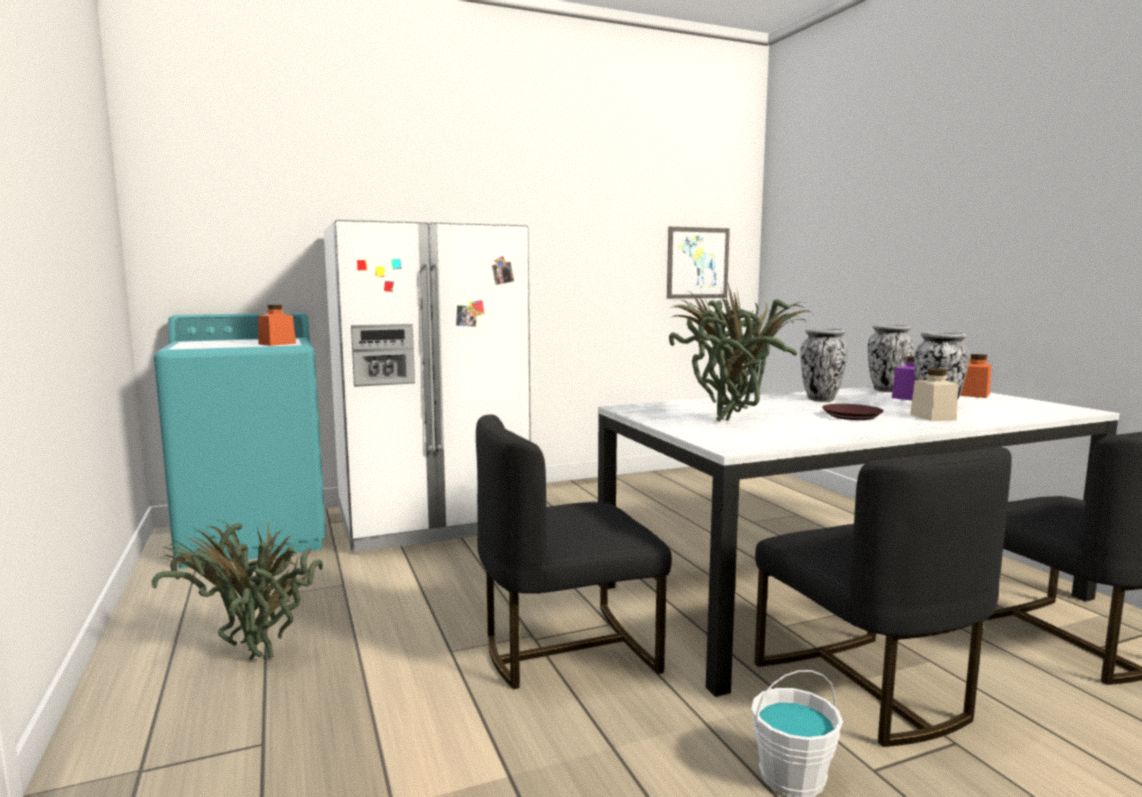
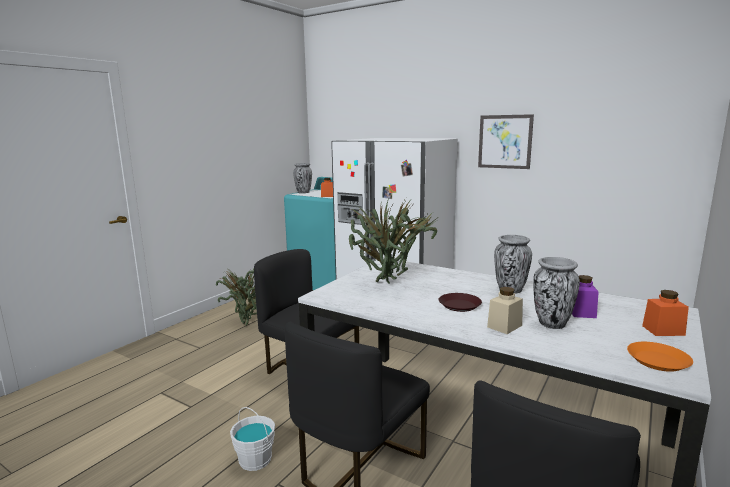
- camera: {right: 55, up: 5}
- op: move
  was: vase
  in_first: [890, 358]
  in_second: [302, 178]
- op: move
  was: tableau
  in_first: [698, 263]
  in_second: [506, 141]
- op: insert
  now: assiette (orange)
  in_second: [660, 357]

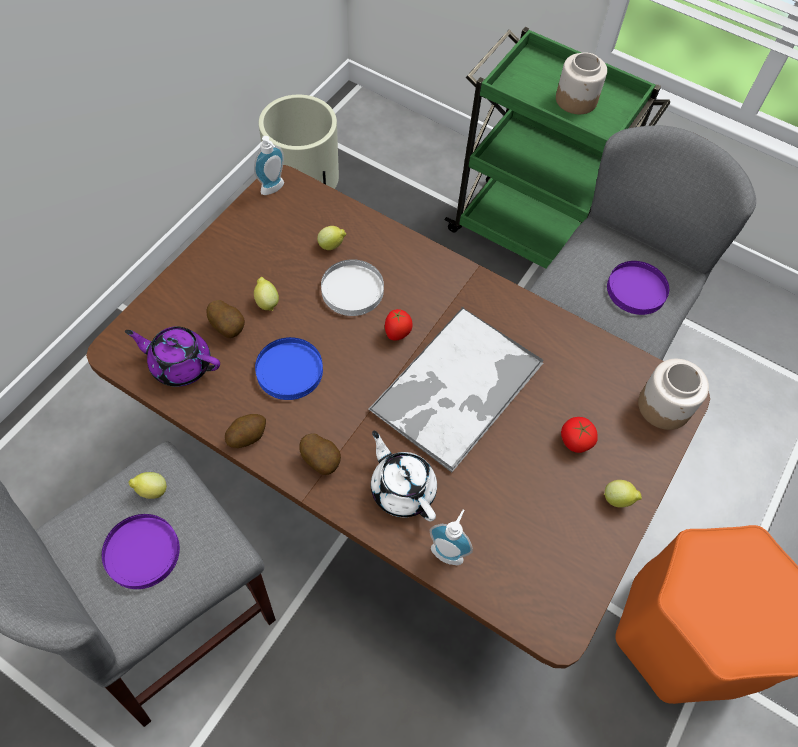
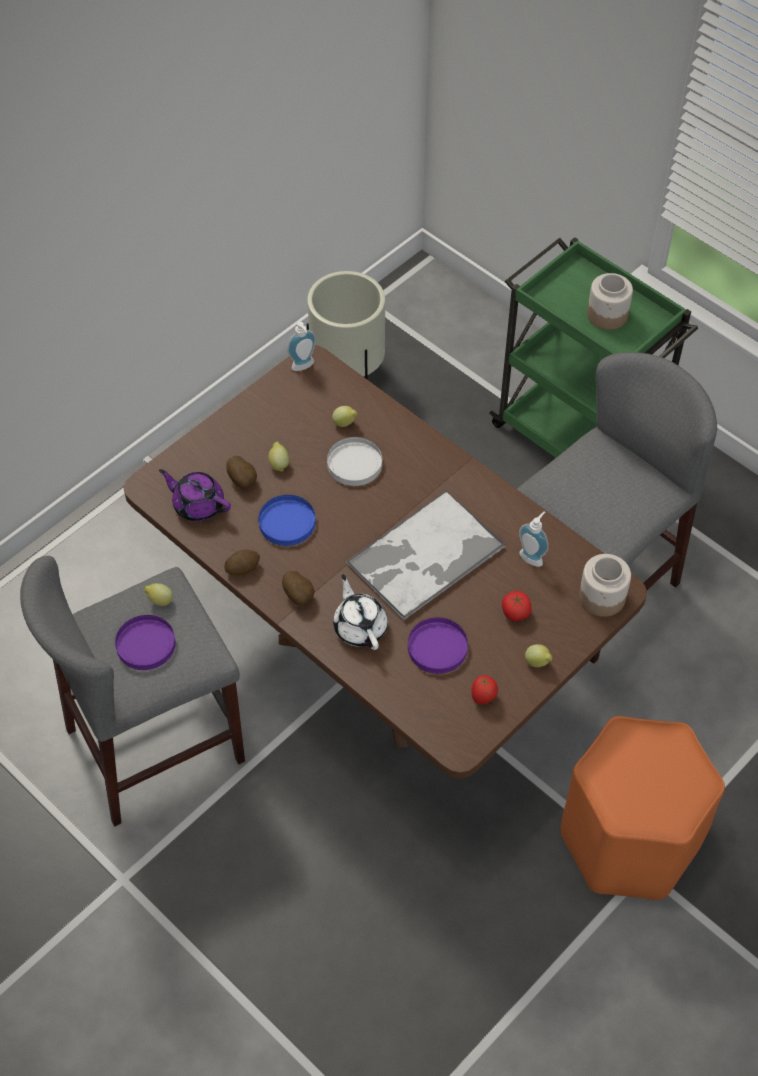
- camera: {right: 15, up: -5}
- op: move
  was: assiette (violet)
  in_first: [638, 288]
  in_second: [438, 645]
- op: move
  was: tomate
  in_first: [399, 324]
  in_second: [484, 689]
- op: move
  was: distributeur de savon
  in_first: [451, 537]
  in_second: [534, 539]

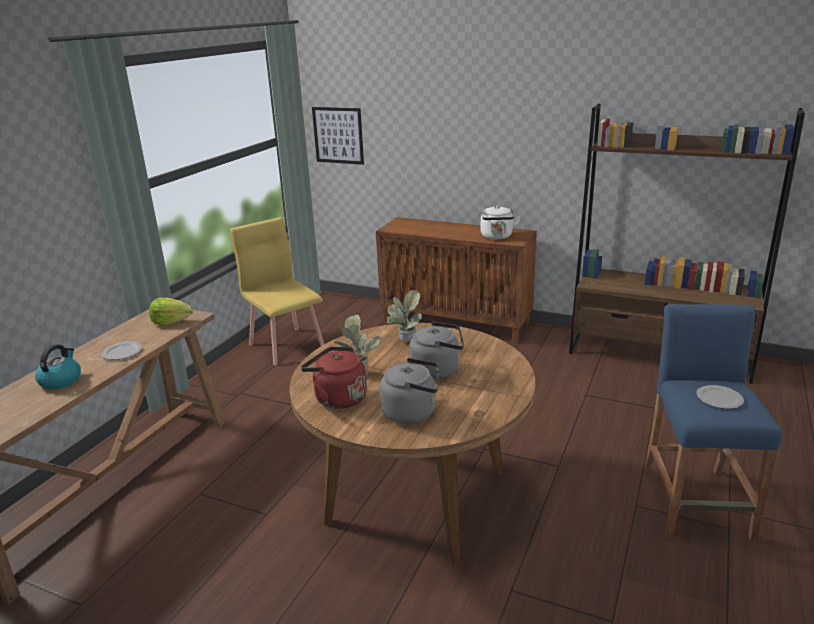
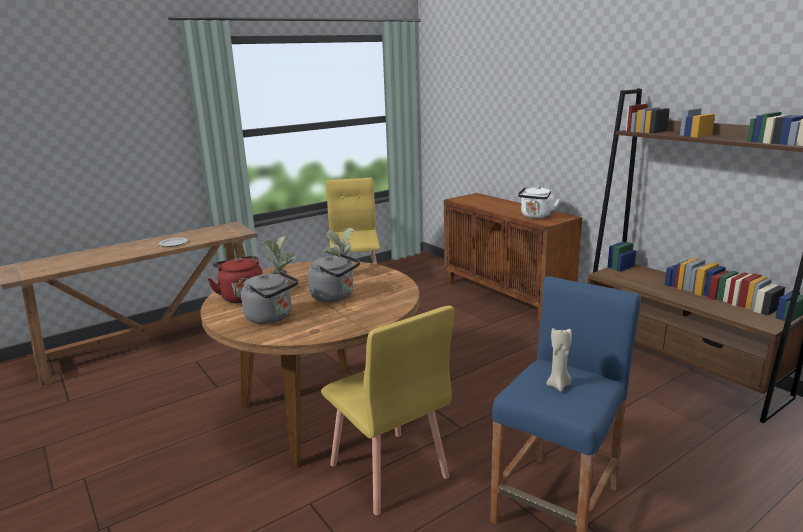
- camera: {right: 30, up: -5}
- op: insert
  now: chaise (jaune)
  in_second: [387, 410]
- op: replace
  was: assiette
  now: bougie (beige)
  in_first: [720, 397]
  in_second: [559, 360]
- op: delete
  was: bouilloire
  in_first: [58, 367]
- op: delete
  was: laitue
  in_first: [171, 311]
- op: delete
  was: tableau
  in_first: [338, 136]

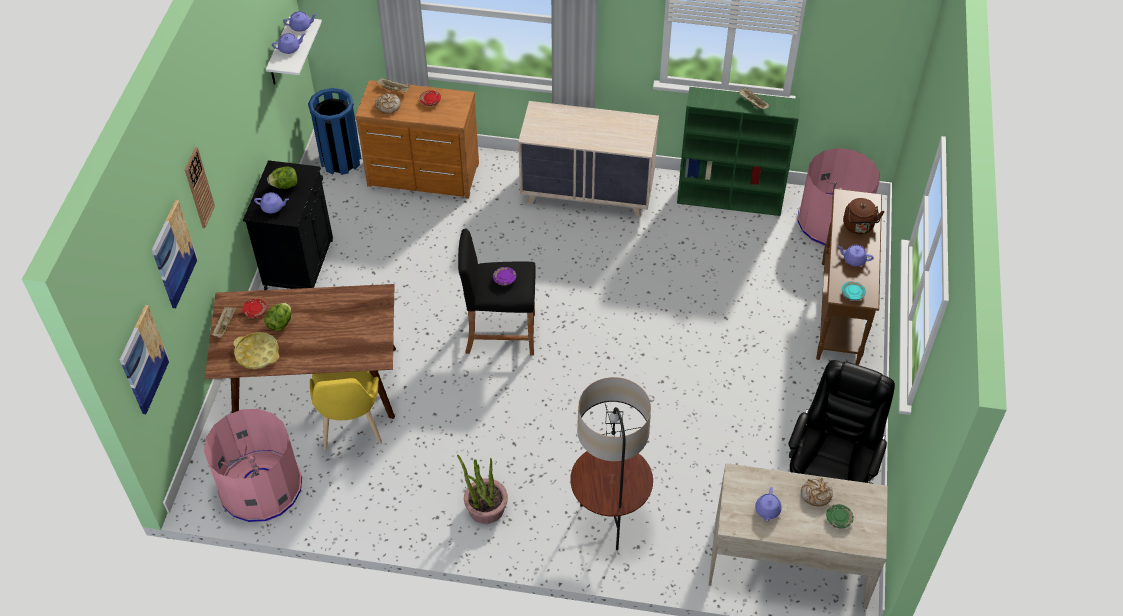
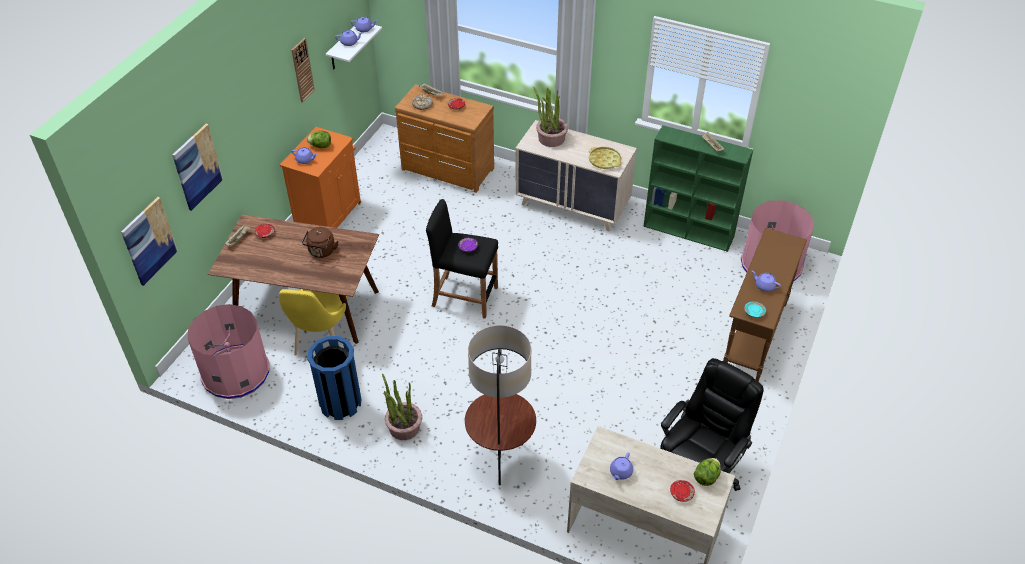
- camera: {right: 15, up: -5}
- op: recolor
  was: meuble de rangement (noir)
  now: meuble de rangement (orange)
  in_first: [288, 225]
  in_second: [320, 177]
- op: move
  was: horloge murale
  in_first: [200, 187]
  in_second: [303, 70]
- op: move
  was: bouilloire (marron)
  in_first: [863, 216]
  in_second: [320, 242]
- op: move
  was: poubelle (bleu)
  in_first: [334, 131]
  in_second: [334, 378]
- op: insert
  now: plante en pot
  in_second: [551, 117]
- op: move
  was: plateau (jaune)
  in_first: [256, 350]
  in_second: [605, 158]
- op: recolor
  was: assiette (vert)
  now: assiette (rouge)
  in_first: [839, 516]
  in_second: [682, 491]
- op: move
  was: laitue
  in_first: [277, 317]
  in_second: [707, 472]
- op: delete
  was: pain
  in_first: [817, 492]

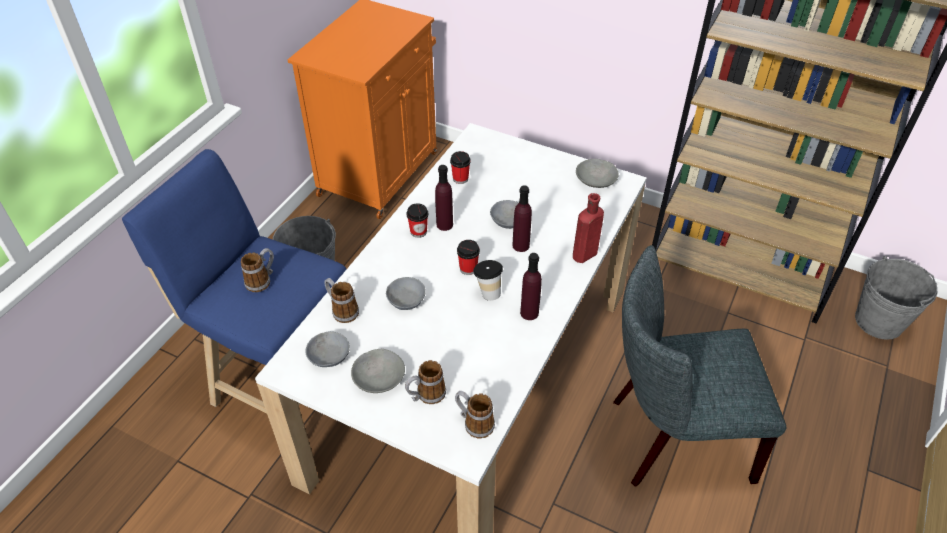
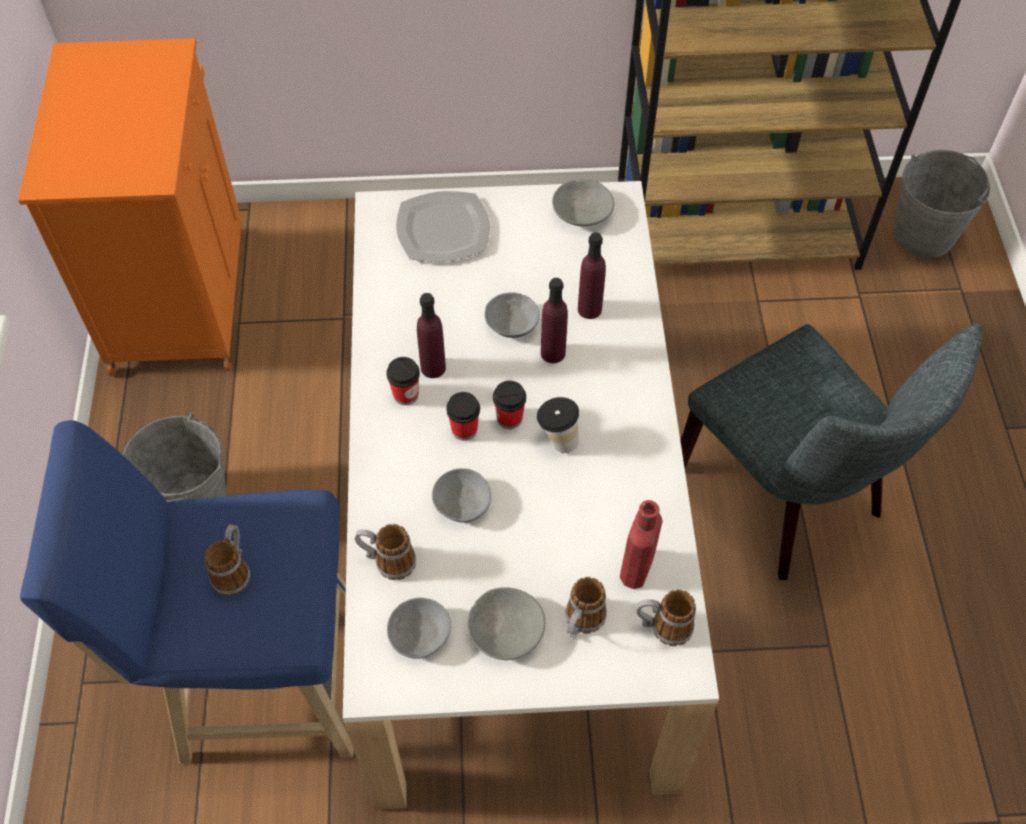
- camera: {right: -30, up: 10}
- op: insert
  now: assiette
  in_second: [443, 226]
- op: move
  was: tasse
  in_first: [460, 167]
  in_second: [463, 416]
- op: move
  was: bouteille (violet)
  in_first: [531, 286]
  in_second: [592, 275]
- op: move
  was: bouteille (rouge)
  in_first: [588, 228]
  in_second: [641, 544]
- op: rotate
  was: chaise (gris)
  in_first: [699, 366]
  in_second: [831, 451]
  clockwise: -90

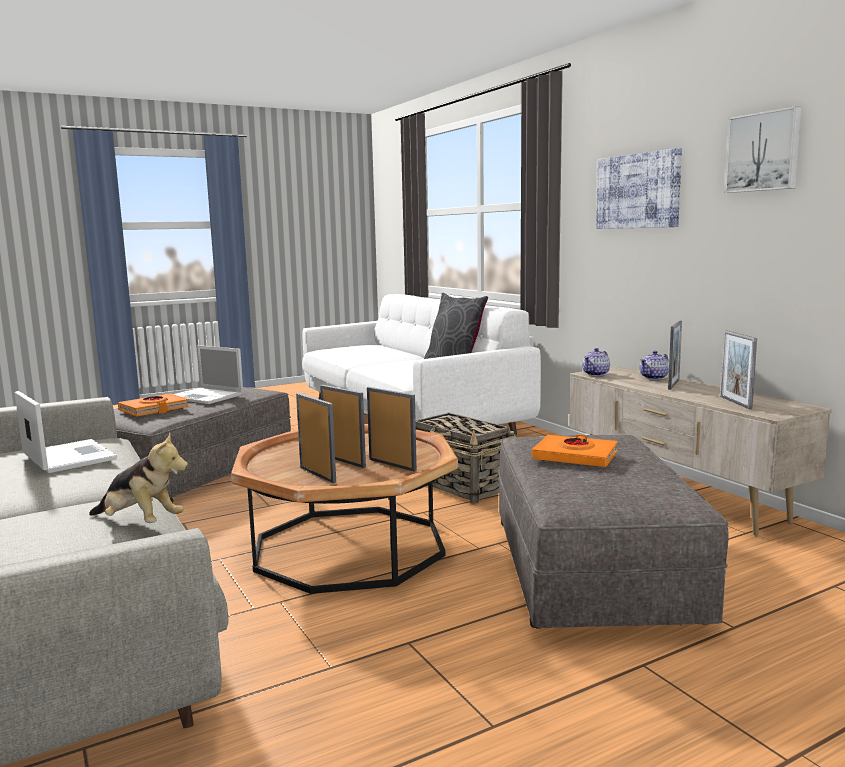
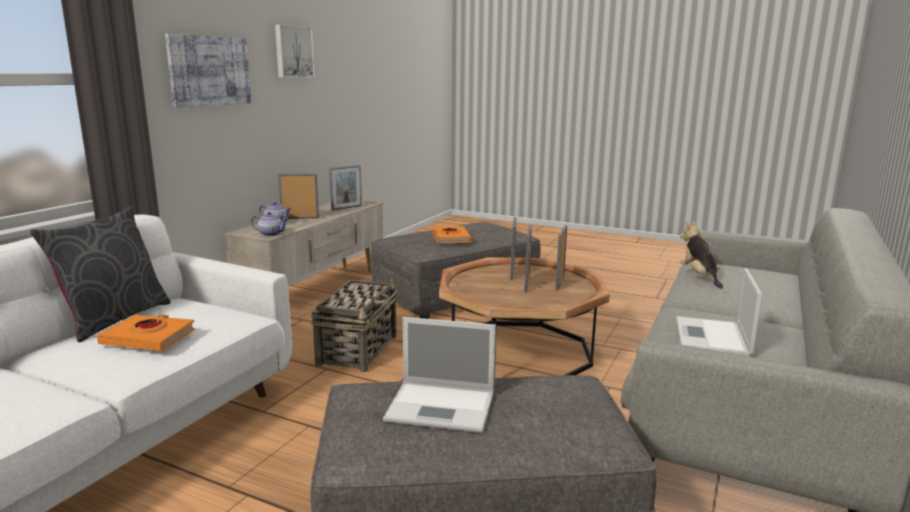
- camera: {right: -125, up: 5}
- op: move
  was: livre (orange)
  in_first: [153, 405]
  in_second: [146, 332]
- op: rotate
  was: ordinateur portable
  in_first: [208, 374]
  in_second: [439, 375]
  clockwise: 105

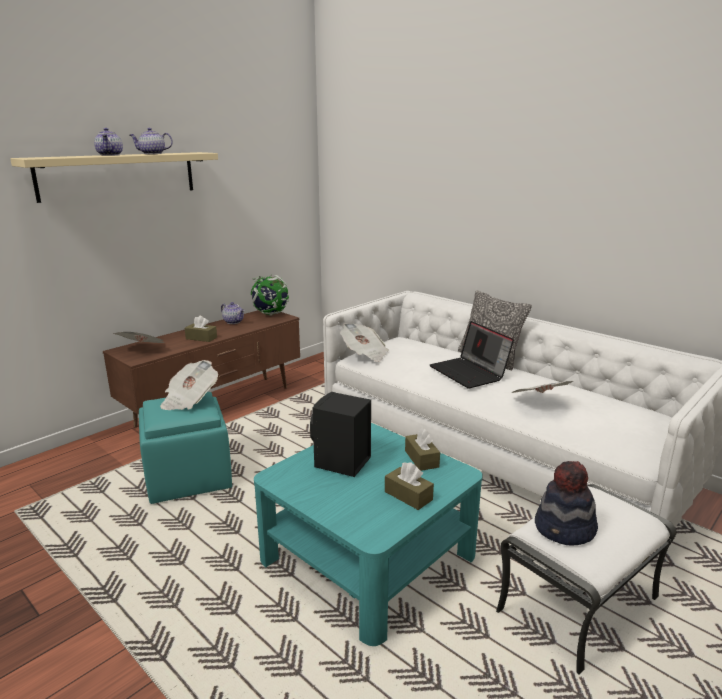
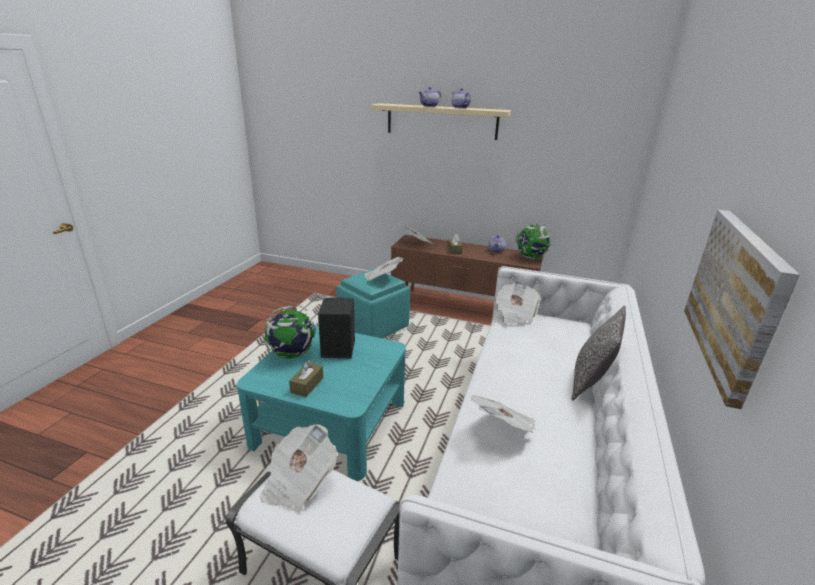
- camera: {right: 65, up: 5}
- op: replace
  was: chapeau
  now: journal
  in_first: [566, 503]
  in_second: [298, 466]
- op: insert
  now: globe
  in_second: [289, 332]
- op: insert
  now: tableau
  in_second: [742, 309]
- op: delete
  was: boîte à mouchoirs (marron)
  in_first: [422, 449]
- op: delete
  was: ordinateur portable
  in_first: [472, 355]

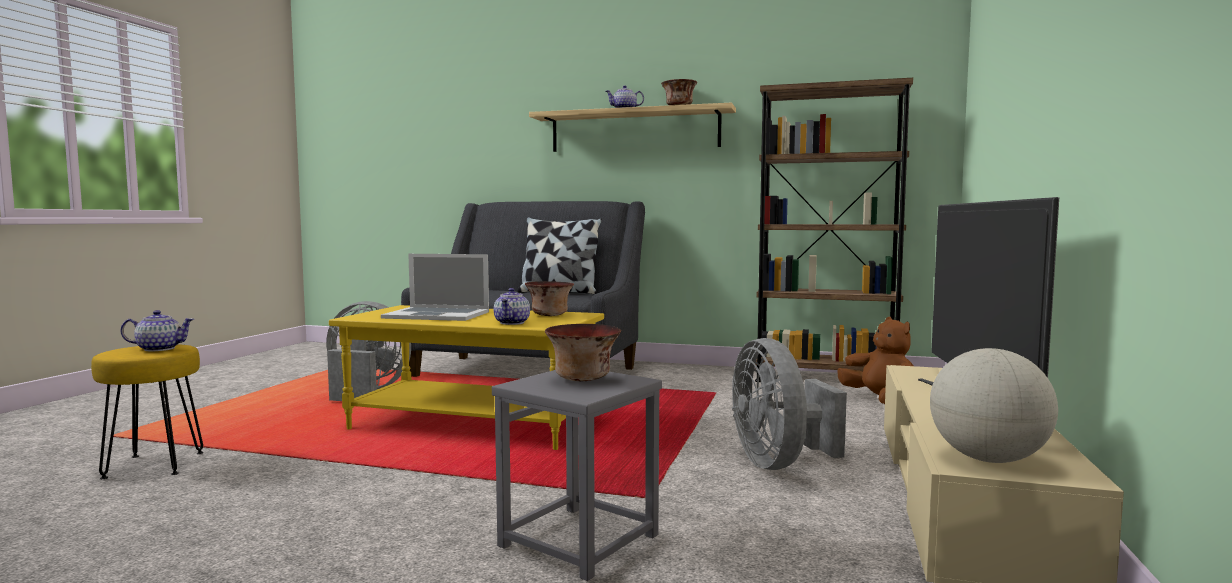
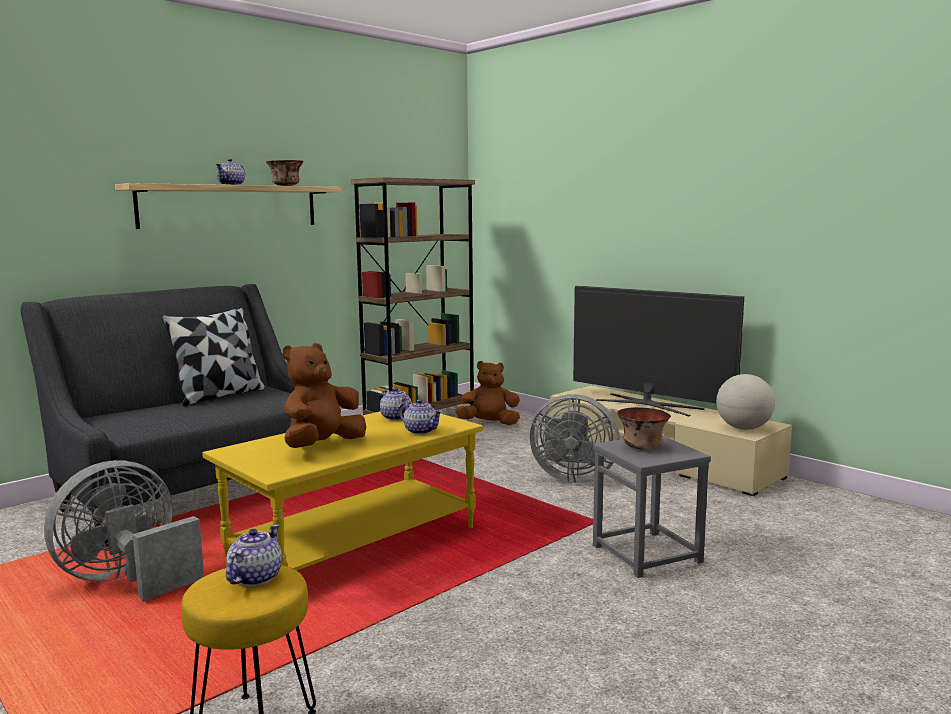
- camera: {right: -60, up: 5}
- op: replace
  was: ordinateur portable
  now: peluche (marron)
  in_first: [435, 287]
  in_second: [324, 395]
- op: replace
  was: bol
  now: théière
  in_first: [549, 298]
  in_second: [396, 404]

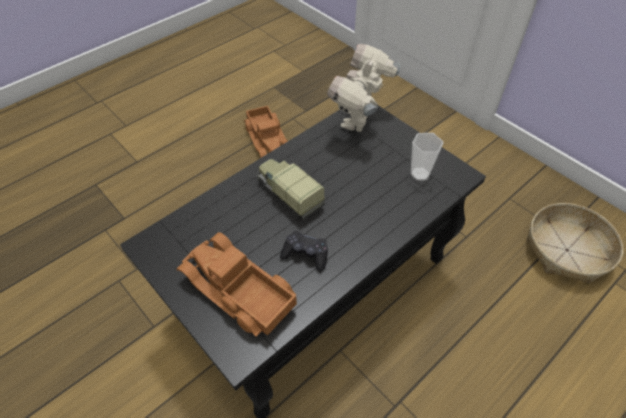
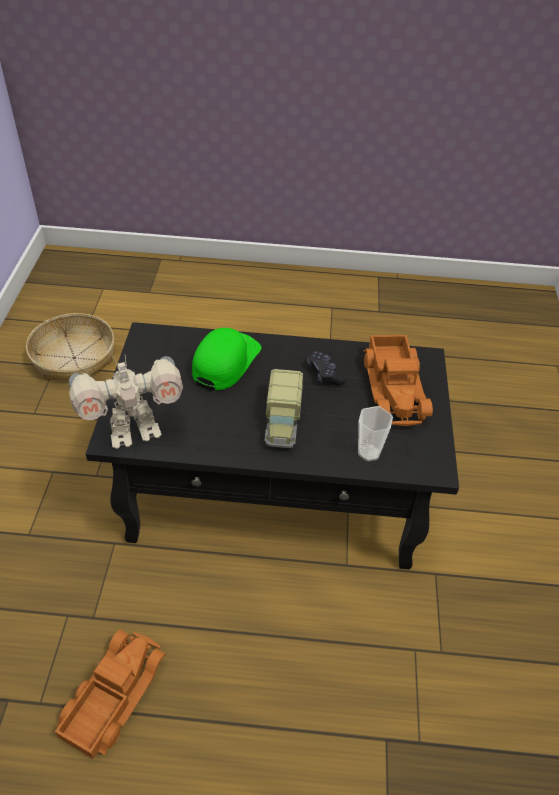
- camera: {right: -135, up: -5}
- op: insert
  now: casquette (vert)
  in_second: [226, 359]
- op: move
  was: tasse
  in_first: [427, 157]
  in_second: [375, 433]

